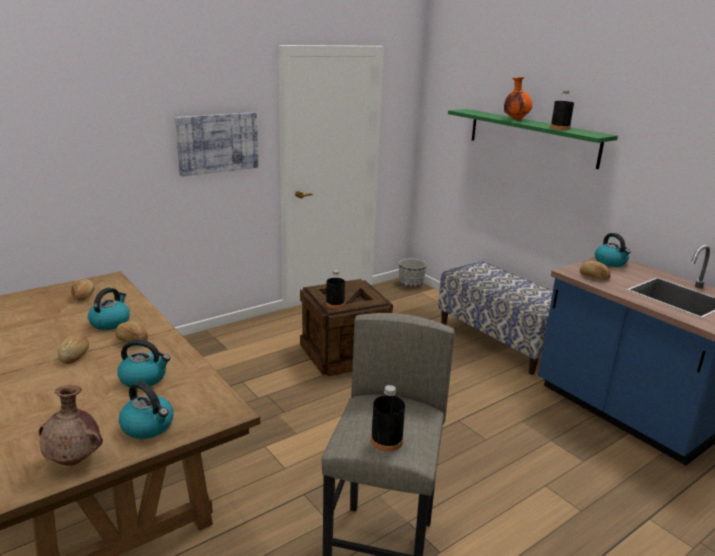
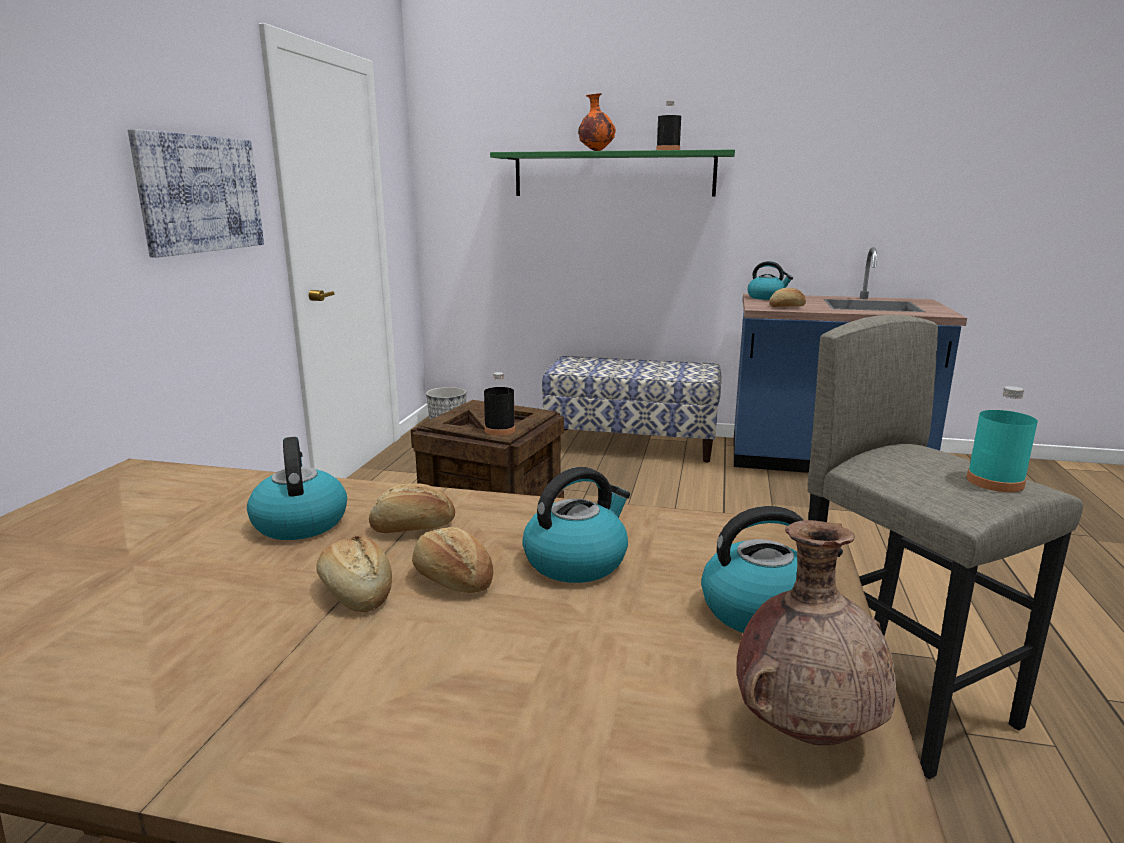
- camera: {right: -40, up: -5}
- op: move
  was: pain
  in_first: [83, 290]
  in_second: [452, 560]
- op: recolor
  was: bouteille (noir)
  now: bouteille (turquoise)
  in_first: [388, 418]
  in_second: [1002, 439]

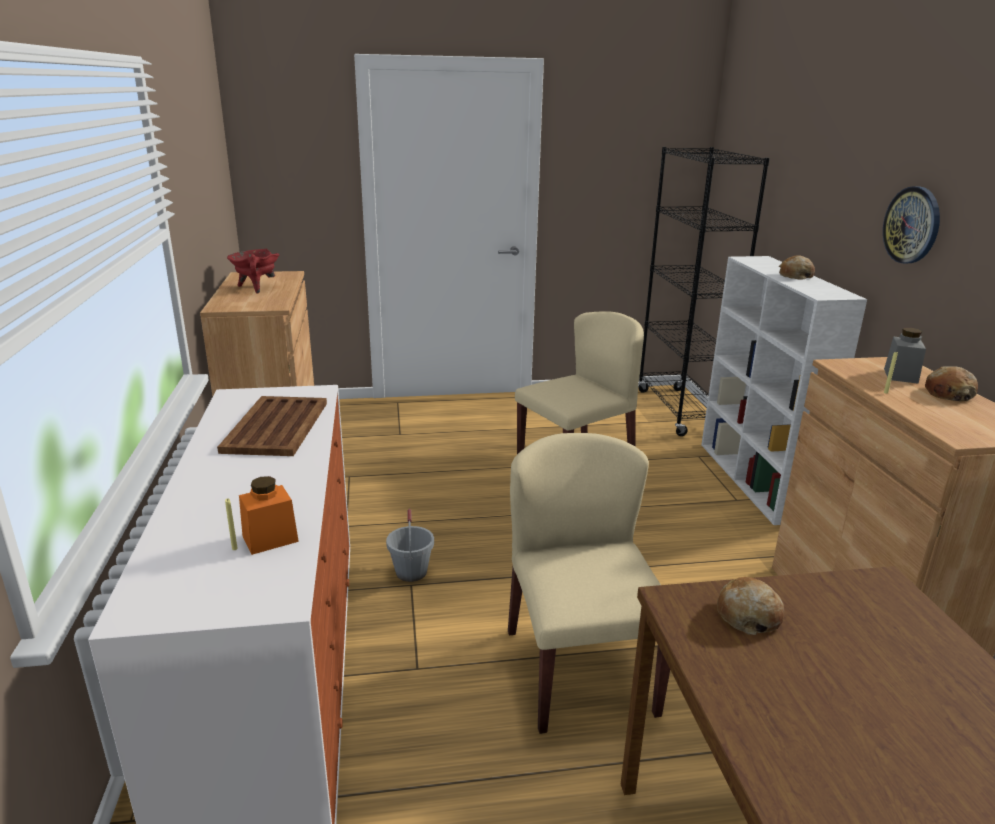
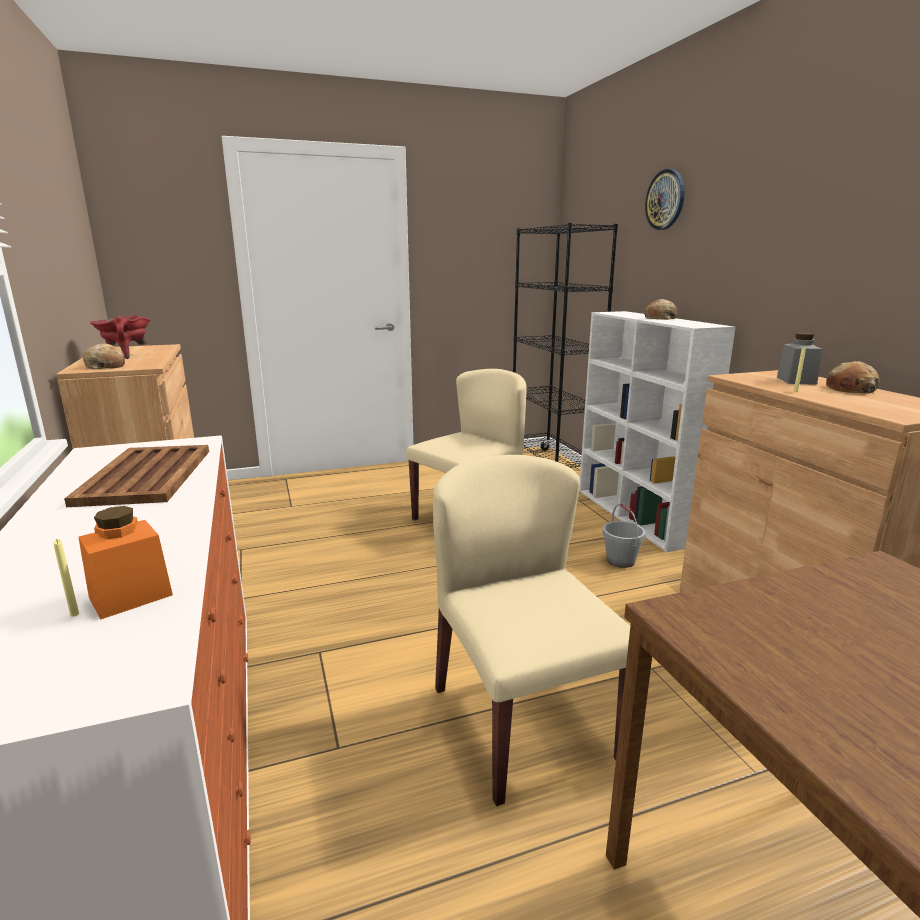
- camera: {right: -10, up: -5}
- op: move
  was: pain
  in_first: [750, 606]
  in_second: [104, 356]
- op: move
  was: seau (gris)
  in_first: [410, 545]
  in_second: [623, 535]
- op: move
  was: horloge murale
  in_first: [911, 224]
  in_second: [665, 199]

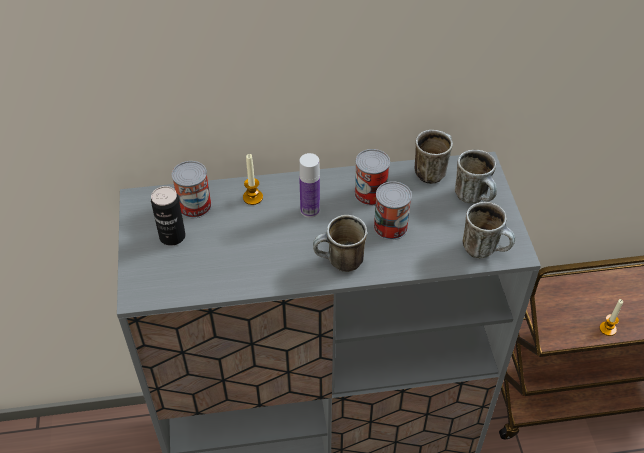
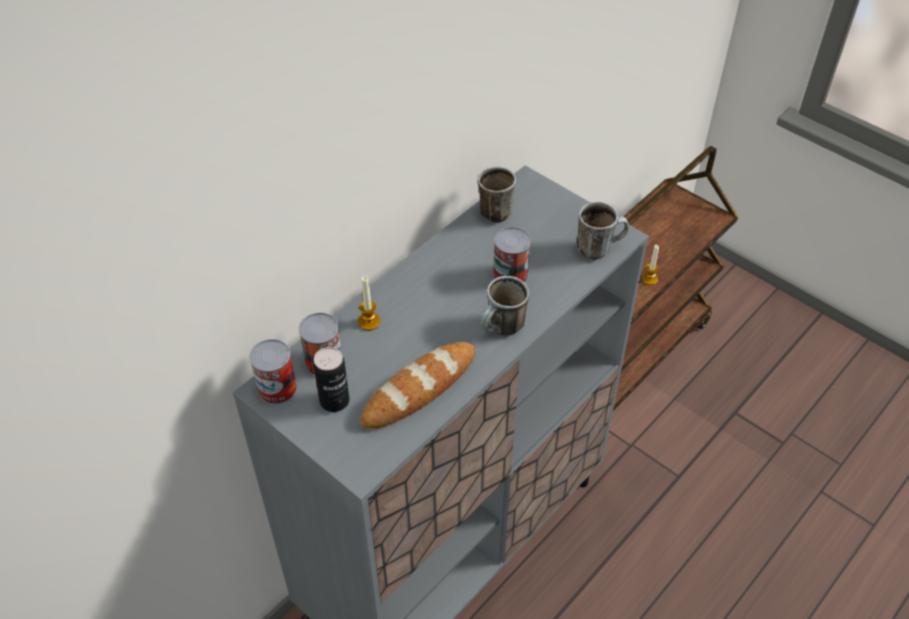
- camera: {right: -40, up: 0}
- op: move
  was: boîte métallique
  in_first: [372, 177]
  in_second: [273, 372]
- op: insert
  now: pain
  in_second: [417, 385]
- op: delete
  was: bouteille
  in_first: [309, 185]
- op: delete
  was: mug
  in_first: [476, 177]

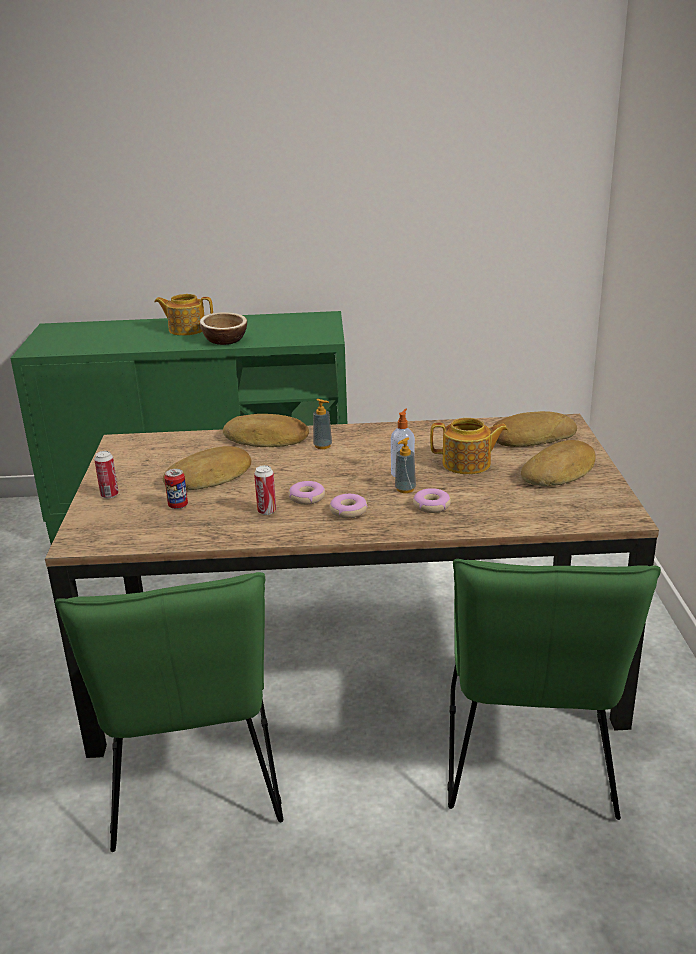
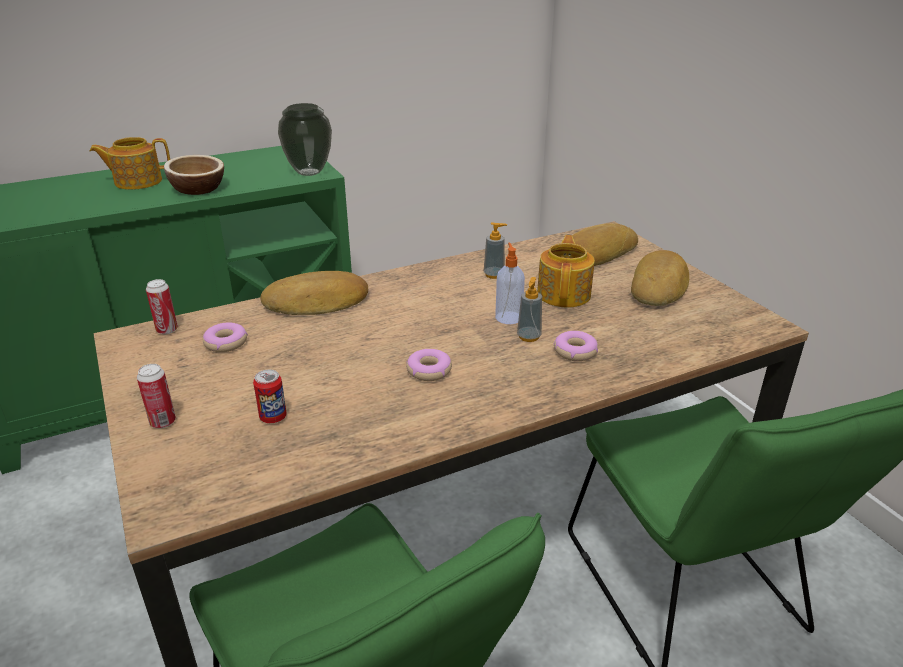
- camera: {right: -25, up: 5}
- op: move
  was: boîte métallique
  in_first: [265, 490]
  in_second: [162, 306]
- op: move
  was: beignet
  in_first: [349, 506]
  in_second: [225, 337]
- op: insert
  now: vase
  in_second: [305, 139]
- op: move
  was: distributeur de savon
  in_first: [322, 424]
  in_second: [495, 250]
- op: rotate
  was: théière
  in_first: [469, 446]
  in_second: [566, 271]
  clockwise: -60
- op: delete
  was: pain
  in_first: [207, 468]

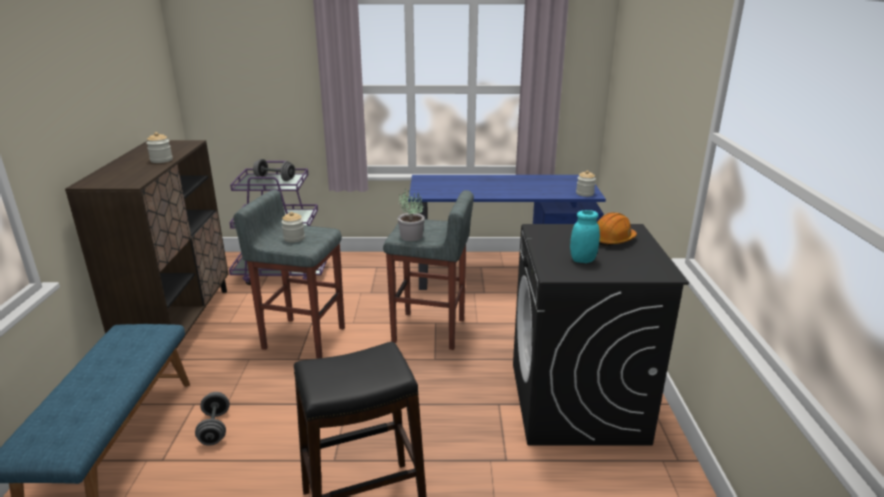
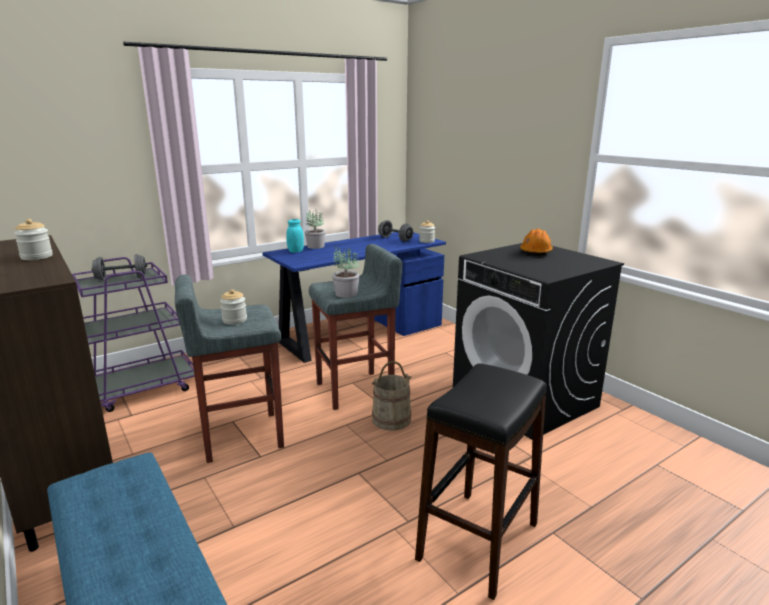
- camera: {right: -35, up: -5}
- op: move
  was: bocal (turquoise)
  in_first: [585, 236]
  in_second: [295, 236]
- op: insert
  now: plante en pot
  in_second: [315, 228]
- op: insert
  now: seau (beige)
  in_second: [392, 396]
- op: move
  was: haltère (gris)
  in_first: [212, 419]
  in_second: [395, 231]

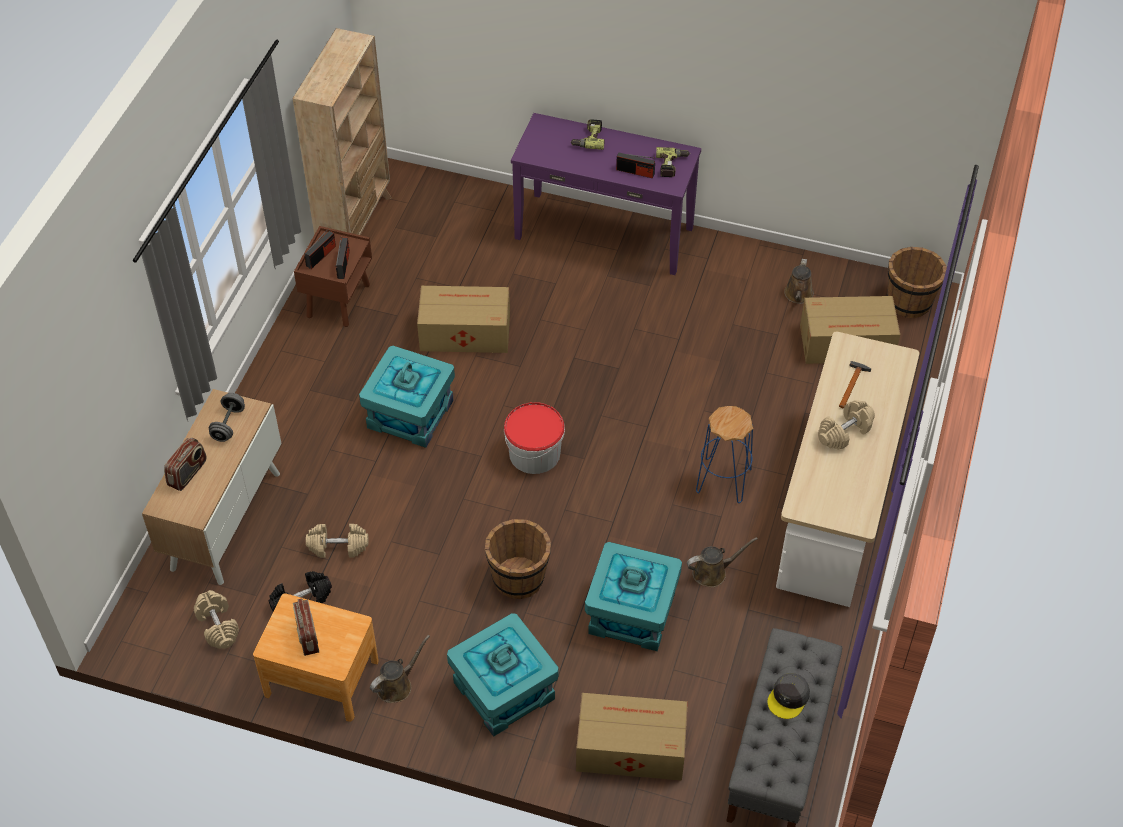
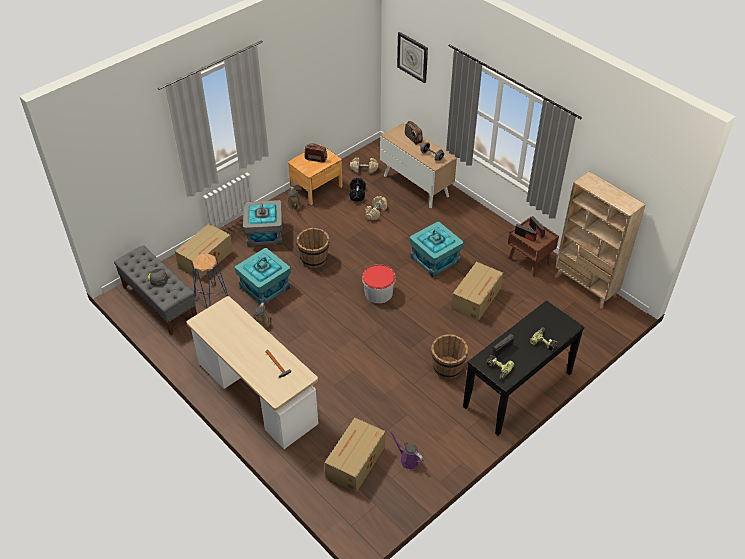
- camera: {right: 120, up: -5}
- op: move
  was: tabouret (bleu)
  in_first: [724, 454]
  in_second: [210, 280]
- op: recolor
  was: boîte de rangement (turquoise)
  now: boîte de rangement (gris)
  in_first: [503, 675]
  in_second: [262, 223]
- op: recolor
  was: arrosoir (marron)
  now: arrosoir (violet)
  in_first: [799, 281]
  in_second: [406, 449]
- op: insert
  now: horloge murale
  in_second: [412, 57]
- op: move
  was: seau (marron)
  in_first: [917, 282]
  in_second: [449, 356]
- op: recolor
  was: table console (violet)
  now: table console (noir)
  in_first: [606, 194]
  in_second: [523, 368]
- op: delete
  was: haltère (beige)
  in_first: [846, 425]

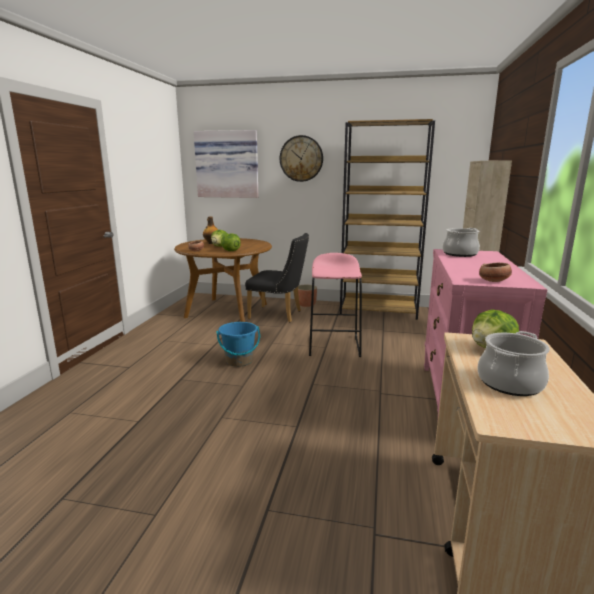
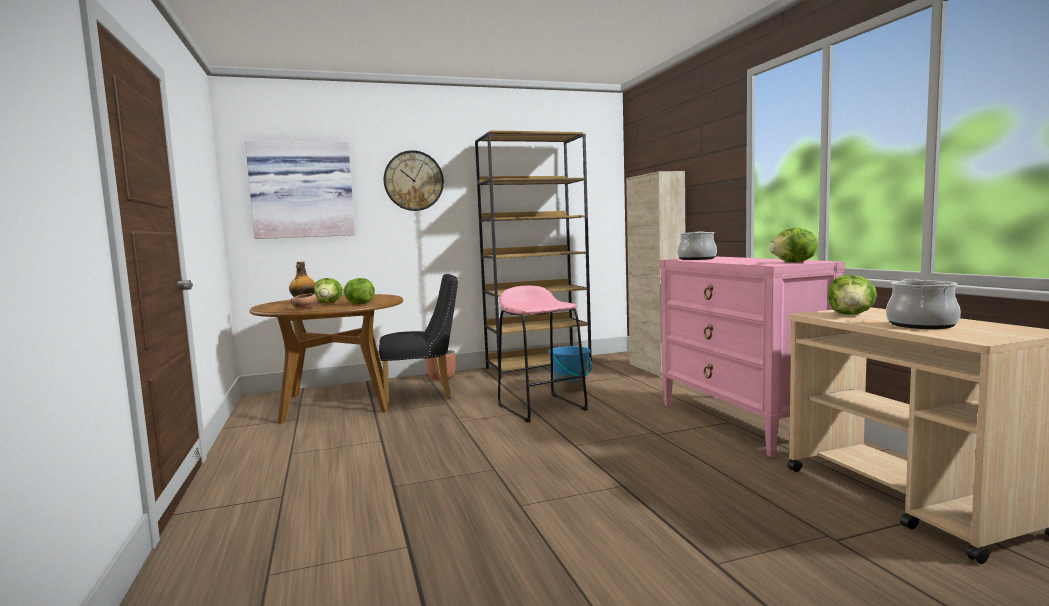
- camera: {right: -30, up: -10}
- op: move
  was: seau (bleu)
  in_first: [238, 344]
  in_second: [570, 369]
- op: replace
  was: bol
  now: laitue
  in_first: [495, 272]
  in_second: [793, 245]

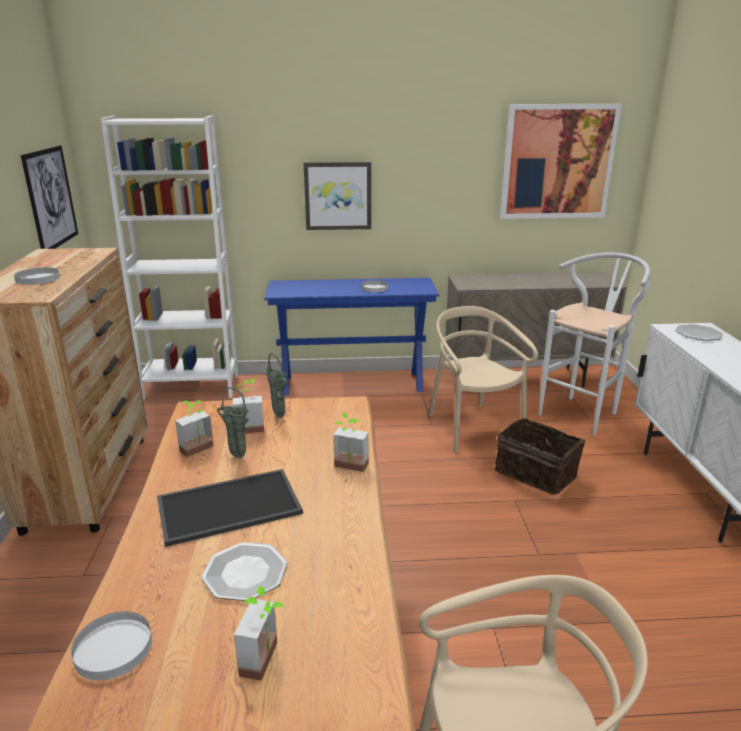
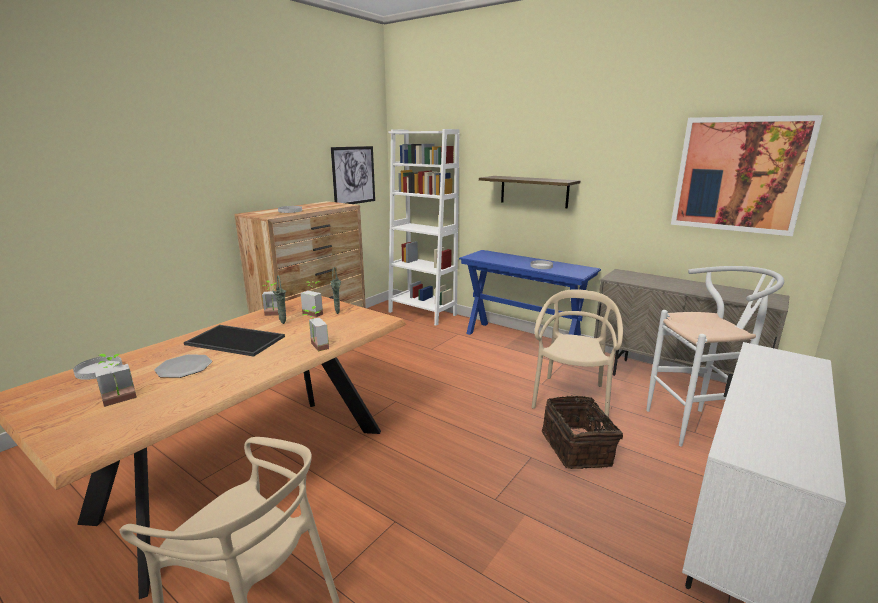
- camera: {right: 40, up: -5}
- op: replace
  was: tableau
  now: étagère
  in_first: [337, 196]
  in_second: [529, 192]
- op: delete
  was: assiette
  in_first: [699, 332]

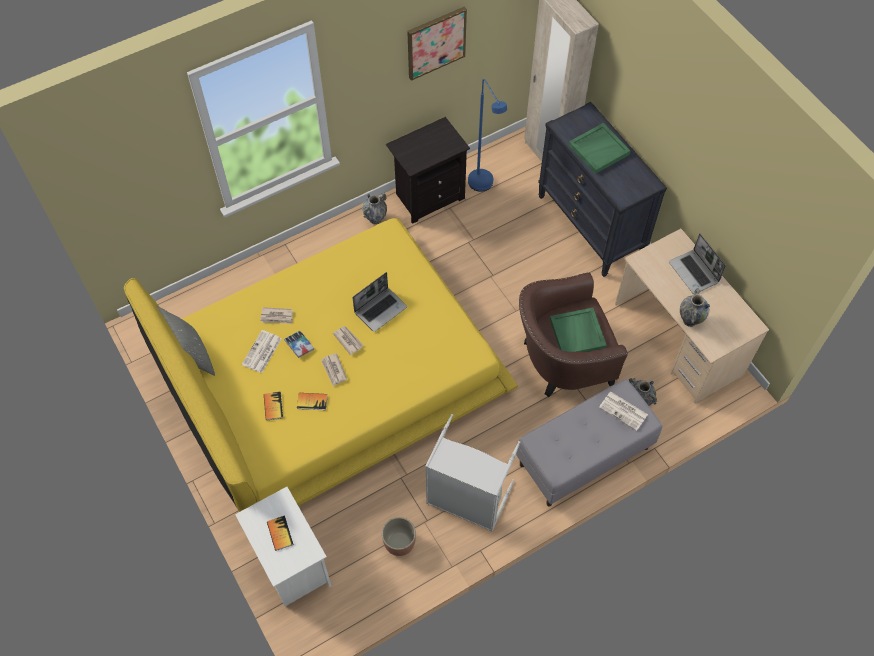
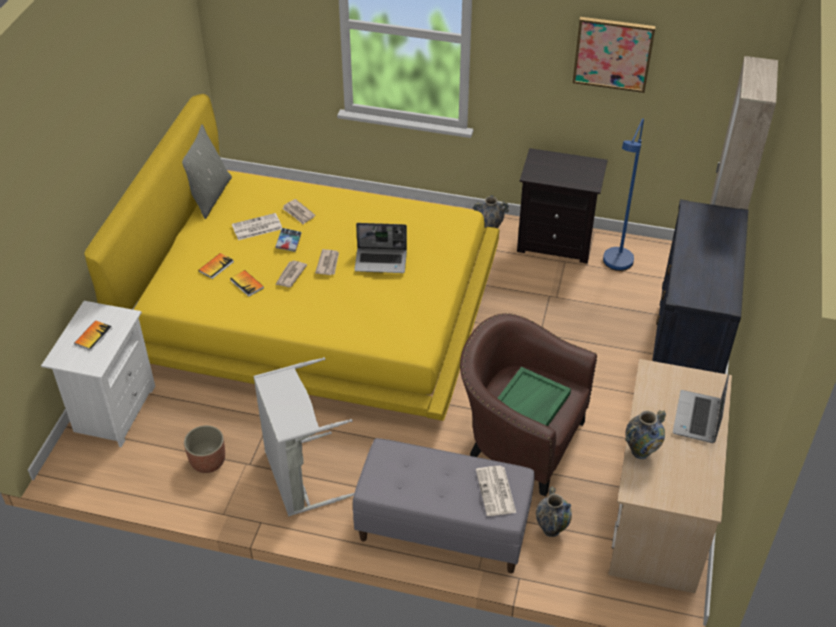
- camera: {right: 45, up: -15}
- op: delete
  was: plateau (vert)
  in_first: [599, 148]

